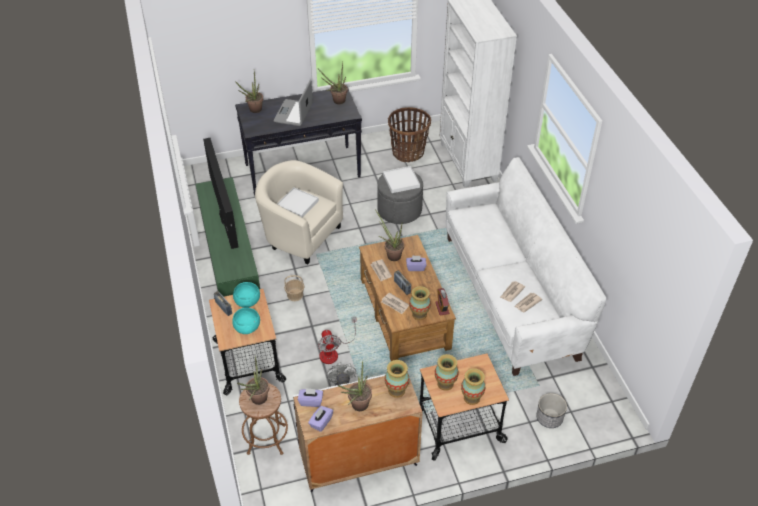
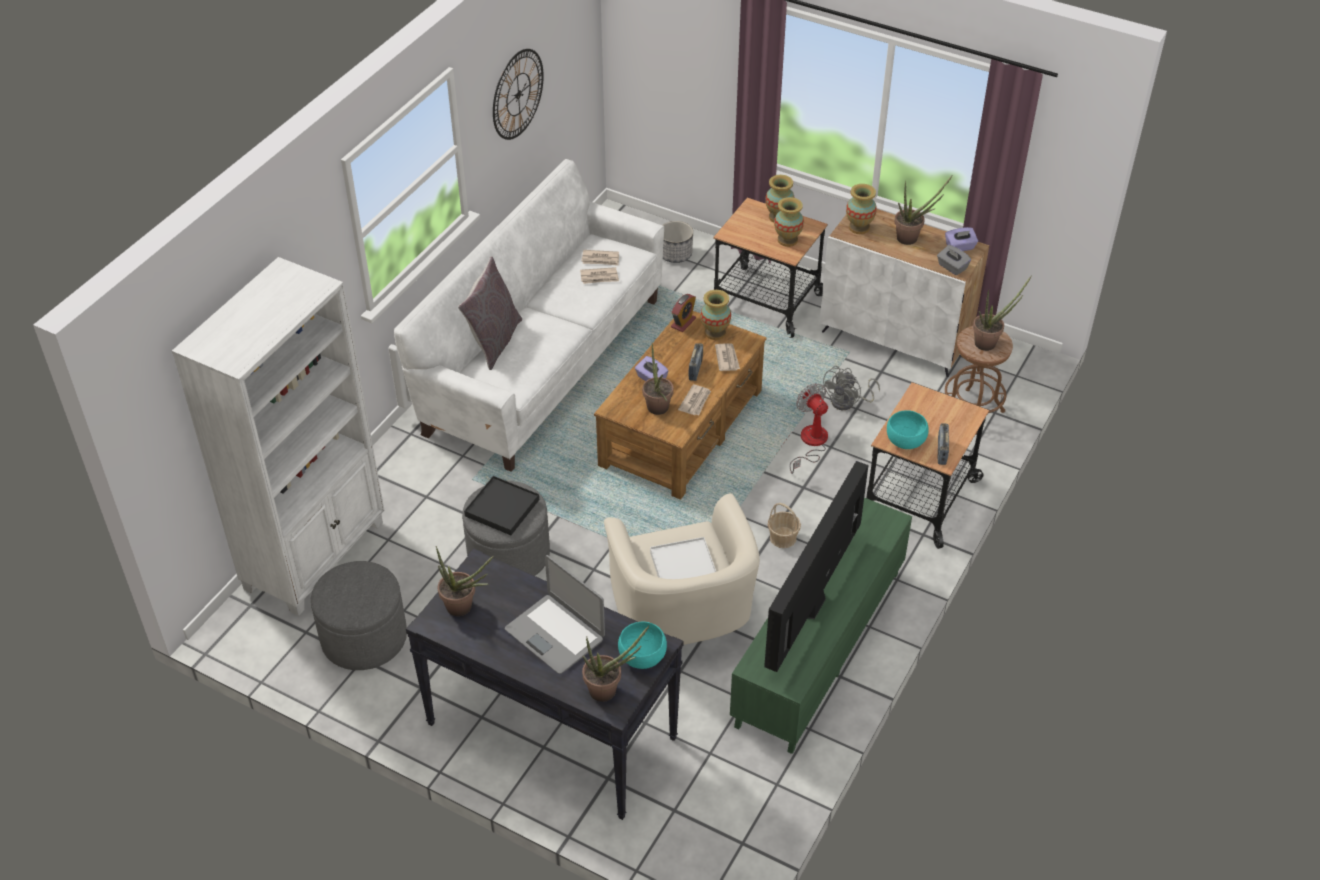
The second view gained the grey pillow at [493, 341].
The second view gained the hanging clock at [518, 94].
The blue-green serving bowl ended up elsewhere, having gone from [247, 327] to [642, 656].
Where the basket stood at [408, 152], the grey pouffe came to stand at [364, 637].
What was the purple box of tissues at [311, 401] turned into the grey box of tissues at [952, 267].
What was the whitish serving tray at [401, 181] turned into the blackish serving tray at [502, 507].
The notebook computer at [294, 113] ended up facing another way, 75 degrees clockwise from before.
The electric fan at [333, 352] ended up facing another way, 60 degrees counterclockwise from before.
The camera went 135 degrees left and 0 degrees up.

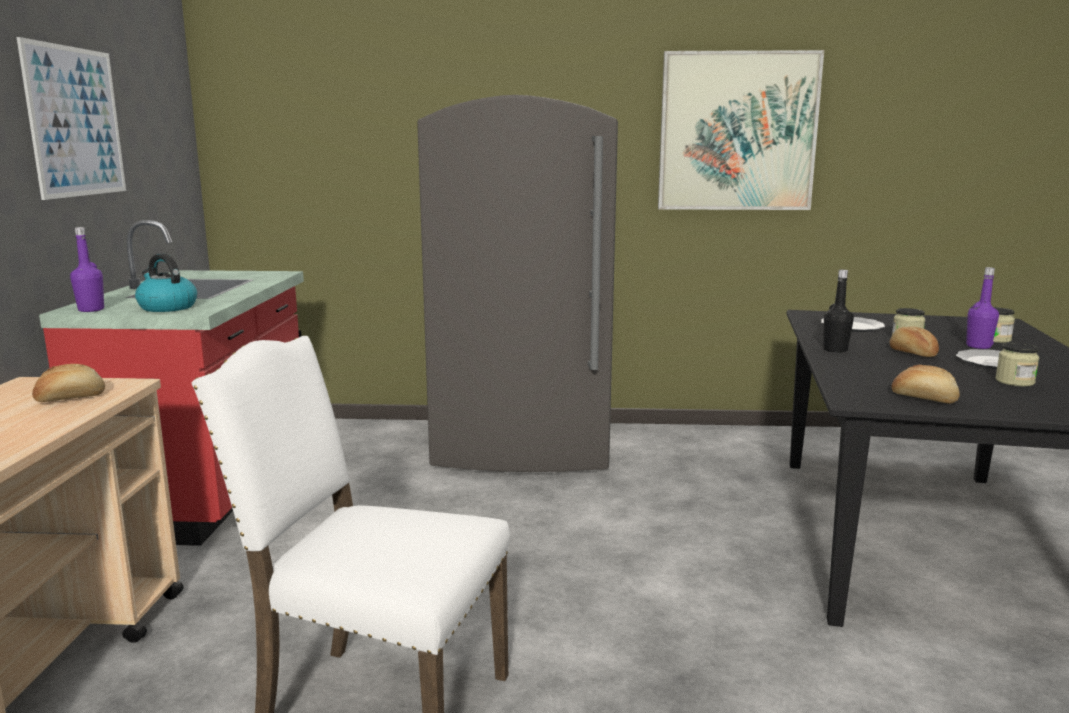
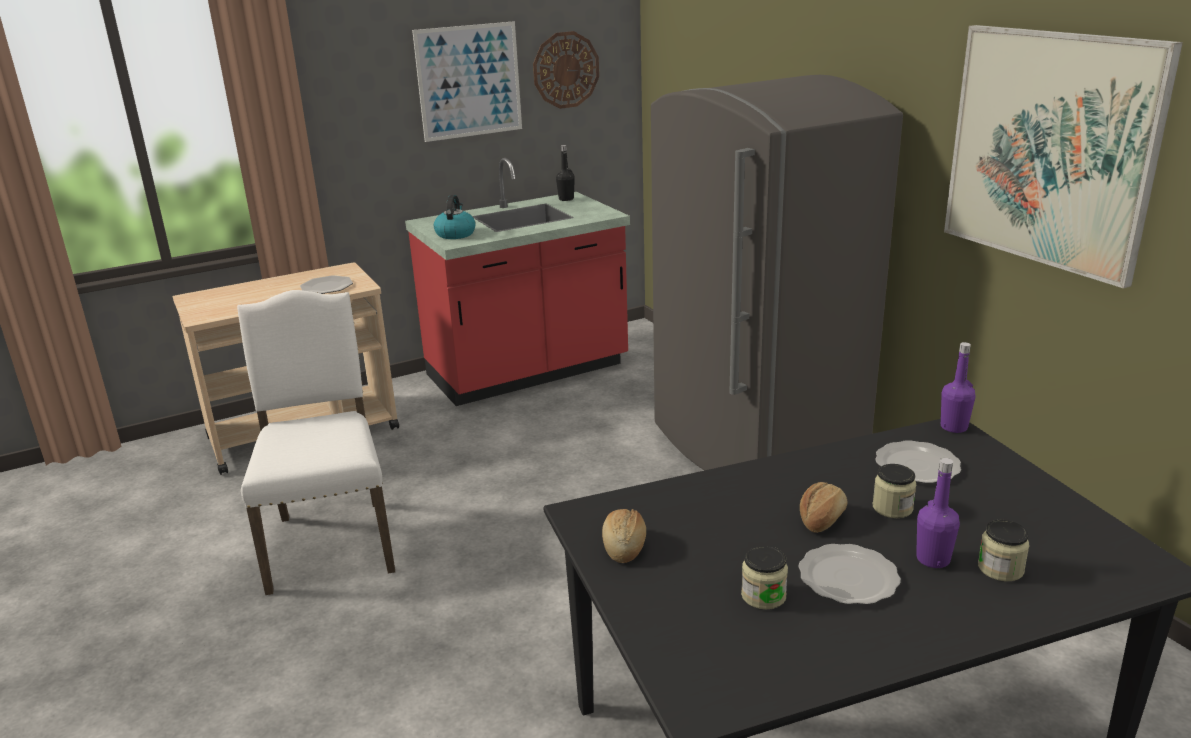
The second view gained the hanging clock at [566, 70].
The purple beverage bottle ended up elsewhere, having gone from [91, 310] to [954, 427].
The blackish beverage bottle ended up elsewhere, having gone from [835, 350] to [566, 199].
Where the baked bread stood at [70, 398], the dinner plate came to stand at [326, 287].
The camera went 60 degrees right and 10 degrees up.

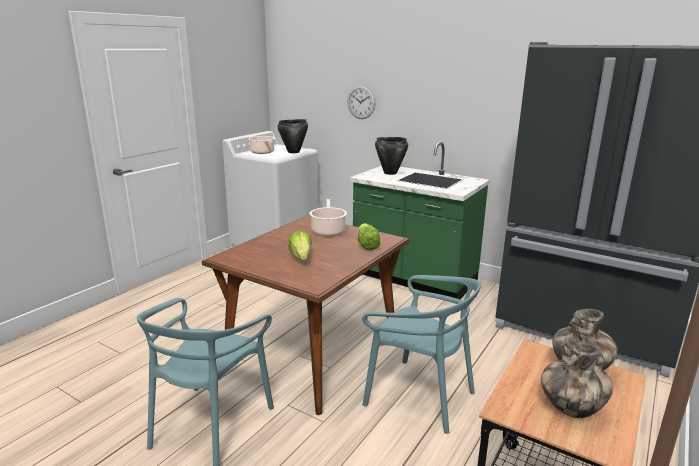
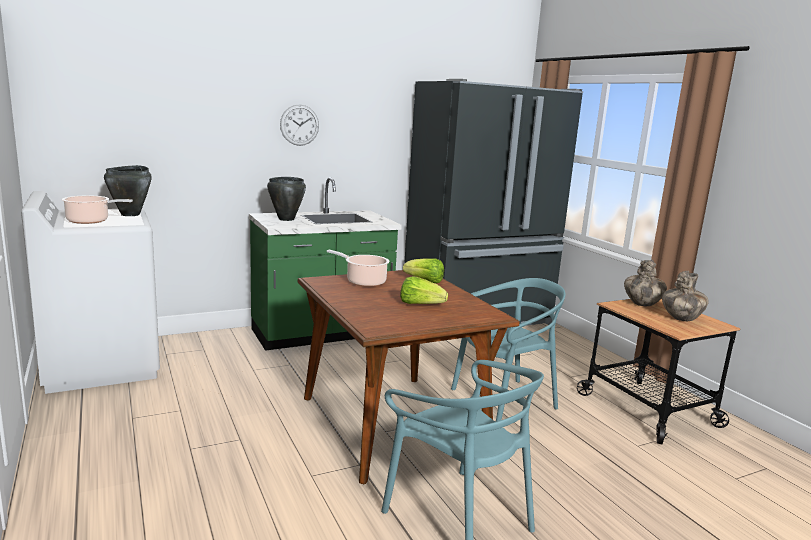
The hanging clock ended up elsewhere, having gone from [361, 102] to [299, 125].
The camera went 60 degrees left and 5 degrees down.

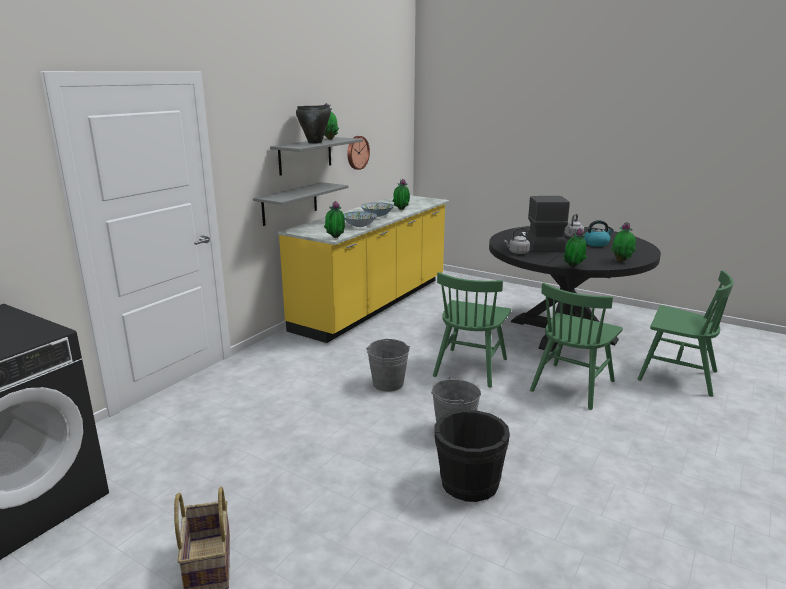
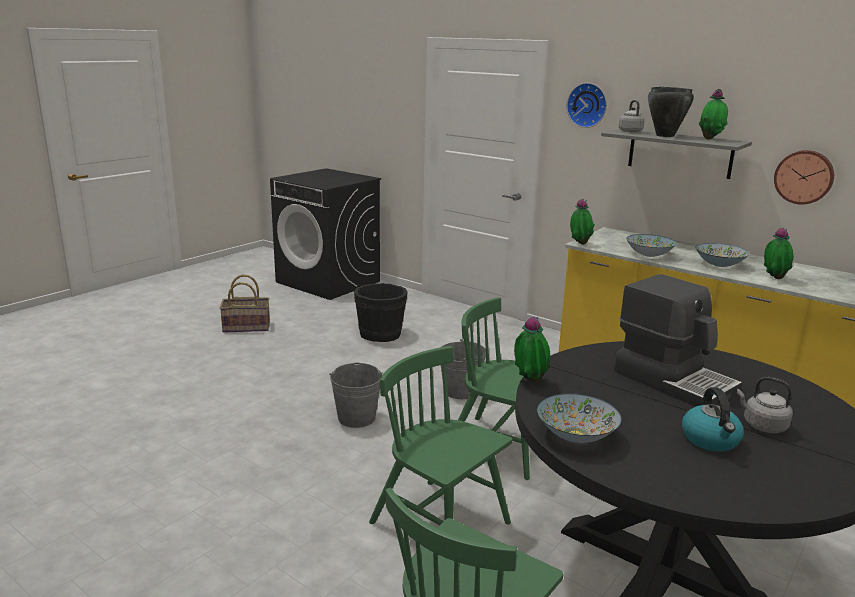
The second view lost the grey shelf at [290, 203].
The second view gained the hanging clock at [588, 105].
The blackish bucket ended up elsewhere, having gone from [468, 483] to [380, 334].
The grey kettle ended up elsewhere, having gone from [517, 252] to [629, 131].
Where the plant in a pot stood at [622, 261], the serving bowl came to stand at [576, 435].
The coffee machine at [541, 244] ended up facing another way, 45 degrees clockwise from before.
The camera went 95 degrees right and 0 degrees up.

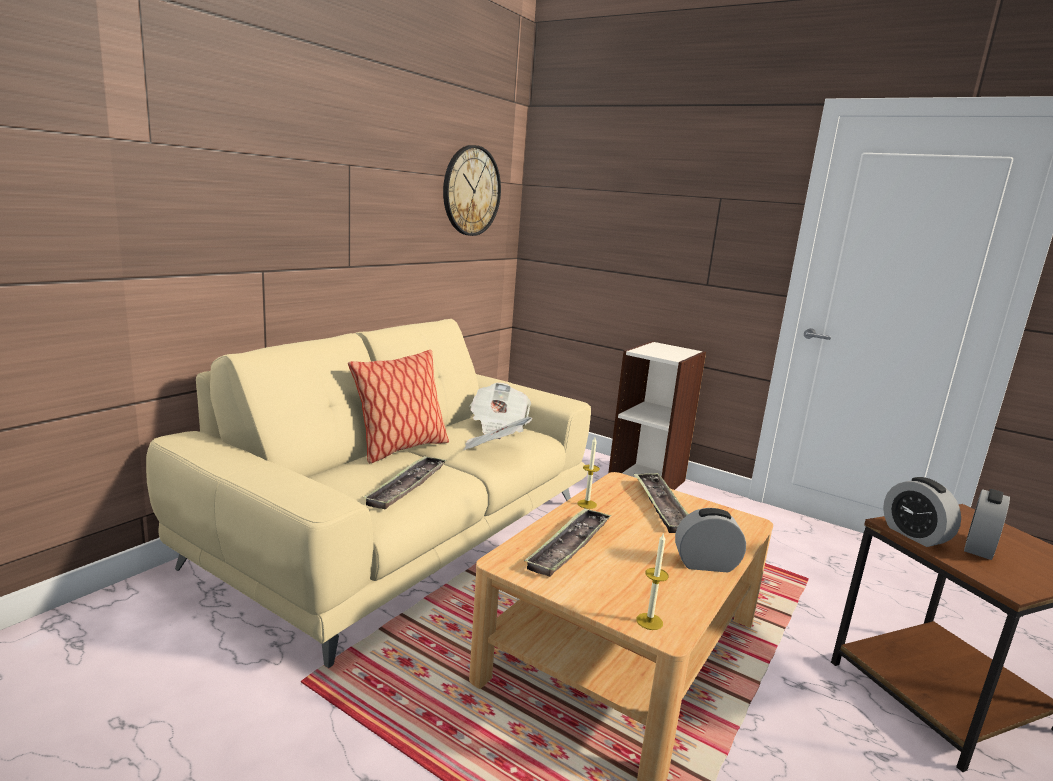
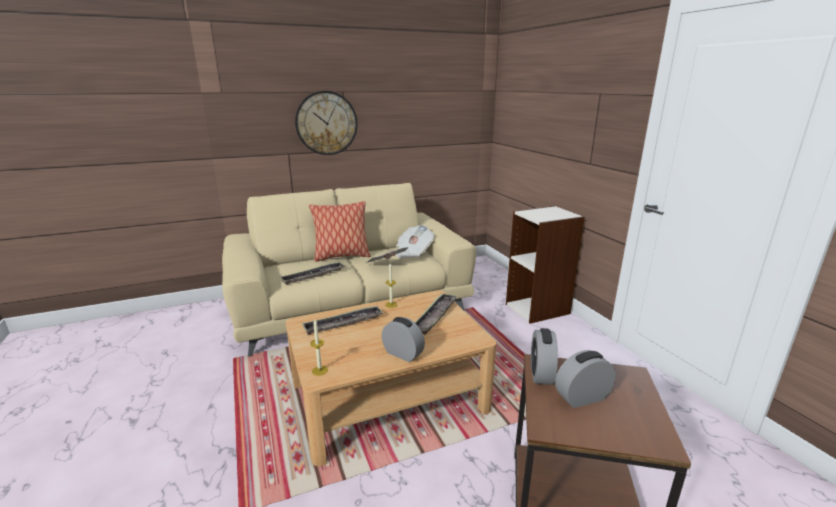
The hanging clock ended up elsewhere, having gone from [471, 191] to [326, 123].
The camera went 35 degrees right and 5 degrees up.

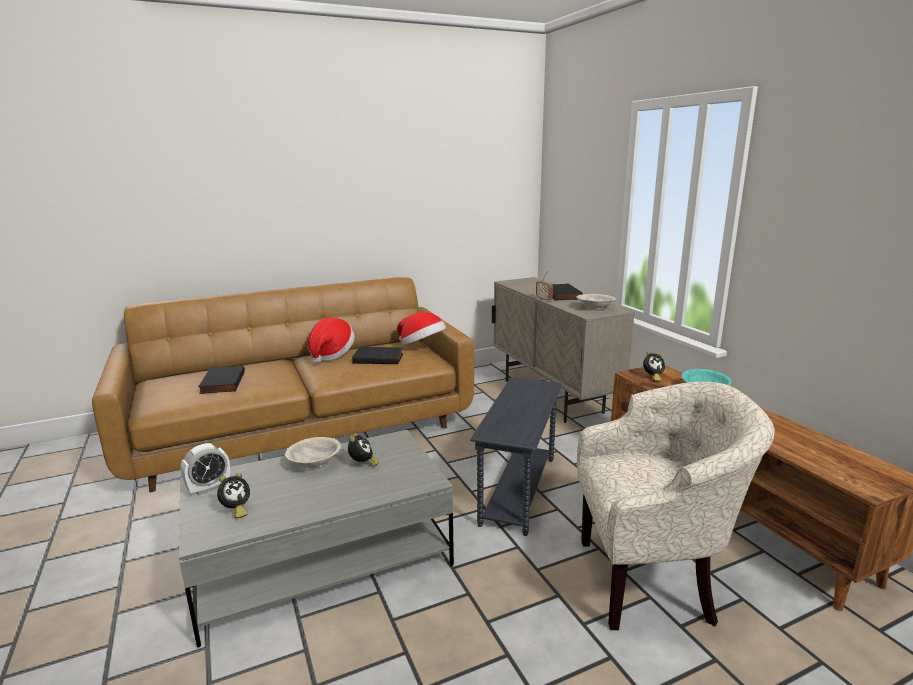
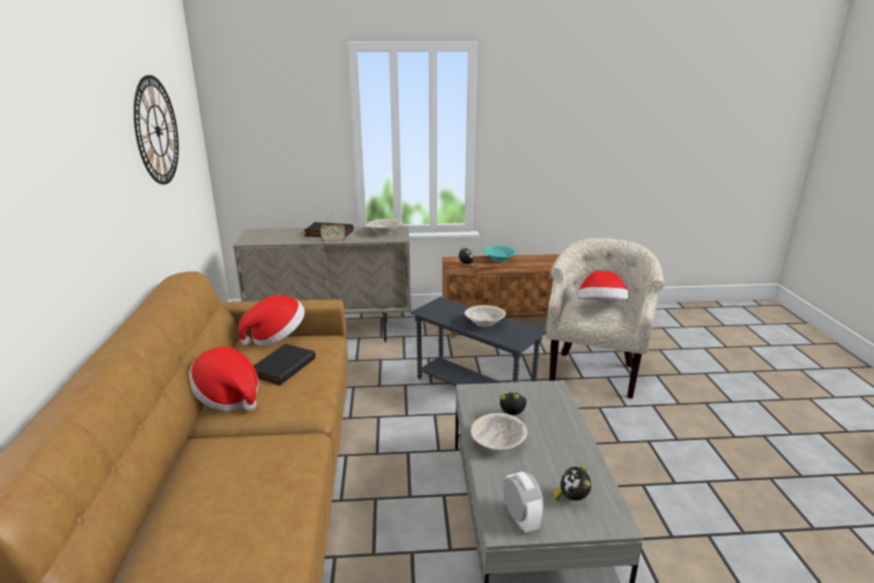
The second view lost the blackish book at [221, 383].
The second view gained the hanging clock at [157, 131].
The second view gained the beige serving bowl at [484, 324].
The second view gained the hat at [600, 308].
The bedside clock at [235, 510] ended up facing another way, 150 degrees counterclockwise from before.
The camera went 70 degrees left and 5 degrees up.

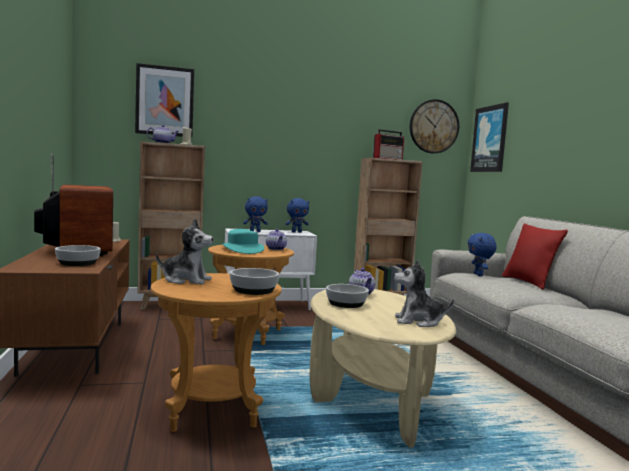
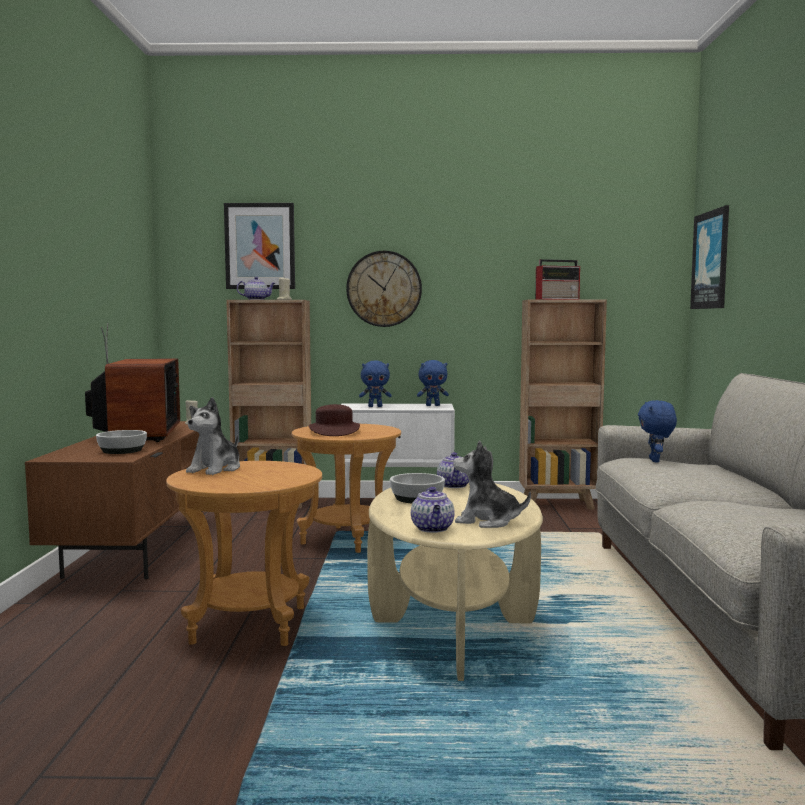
The second view lost the serving bowl at [253, 290].
The second view lost the reddish pillow at [528, 282].
The tea pot ended up elsewhere, having gone from [276, 249] to [433, 529].
The hanging clock ended up elsewhere, having gone from [434, 126] to [384, 289].
What was the blue-green hat at [242, 249] turned into the brown hat at [334, 431].
The soft toy at [186, 280] ended up facing another way, 90 degrees clockwise from before.
The camera went 15 degrees right and 0 degrees up.

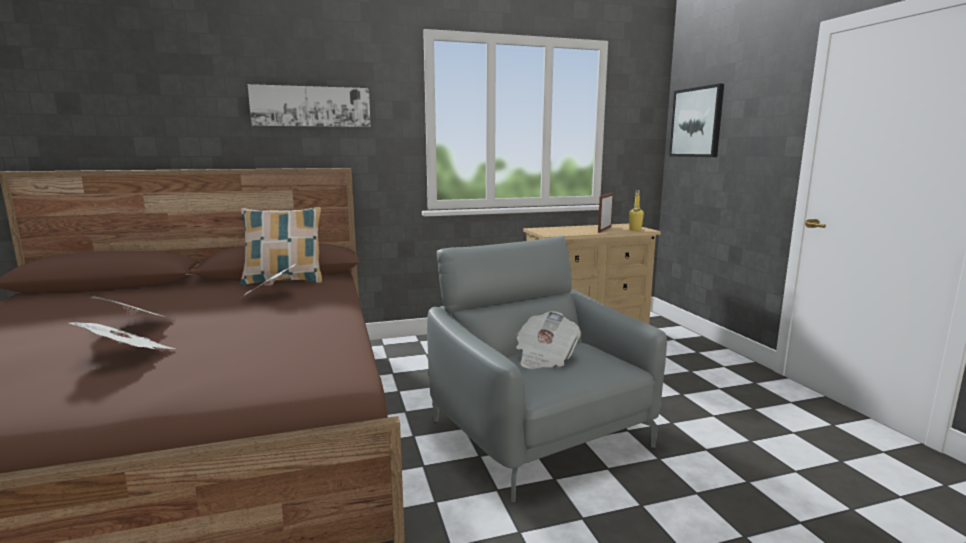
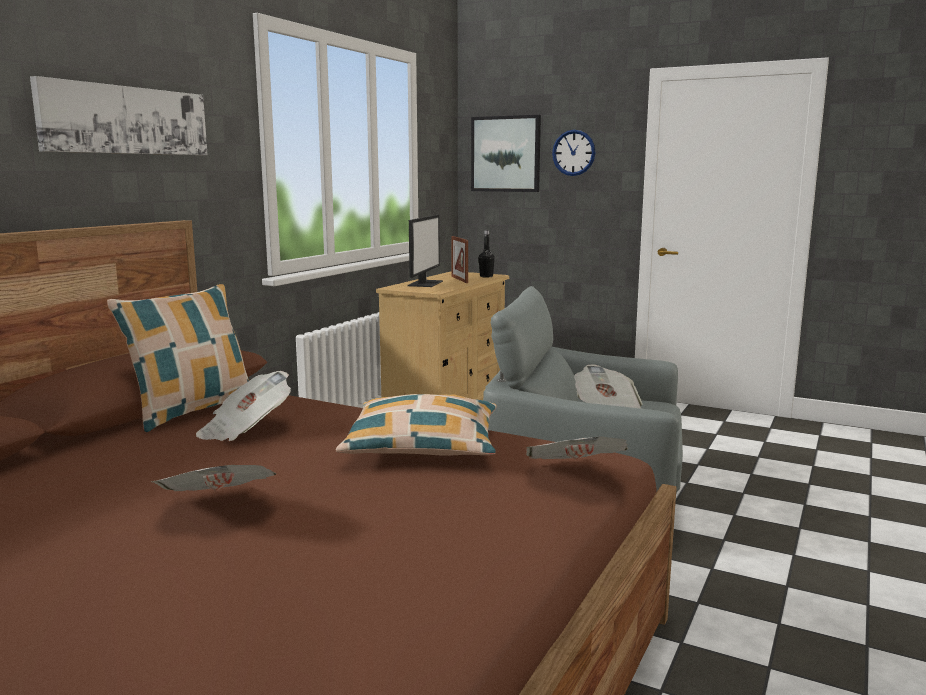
The second view gained the pillow at [423, 445].
The second view gained the computer display at [424, 283].
The second view gained the hanging clock at [573, 153].
The printed paper ended up elsewhere, having gone from [128, 357] to [574, 477].
What was the yellow beverage bottle at [635, 230] turned into the blackish beverage bottle at [486, 276].
The camera went 45 degrees left and 0 degrees up.

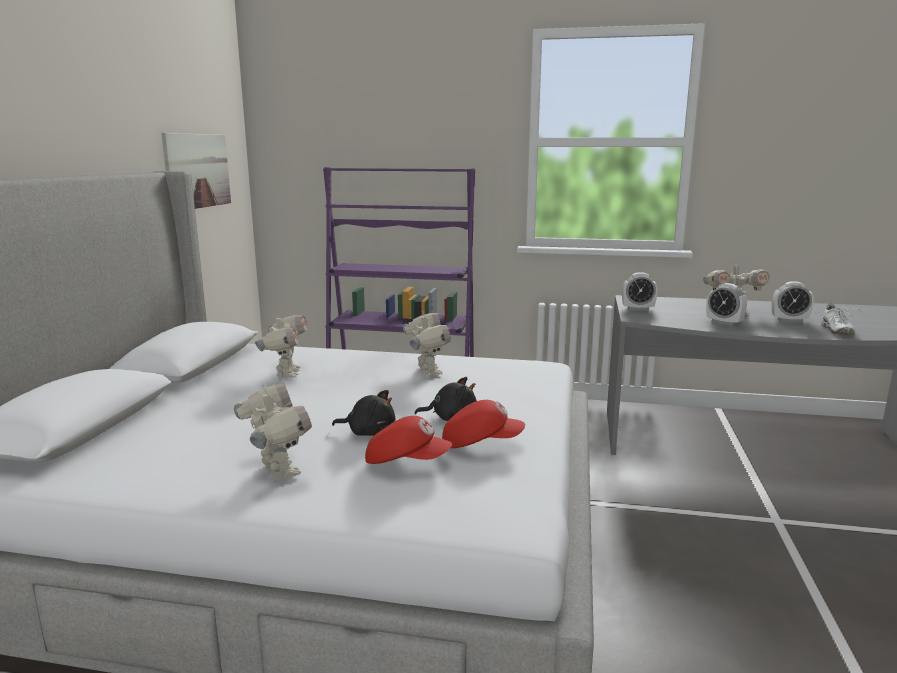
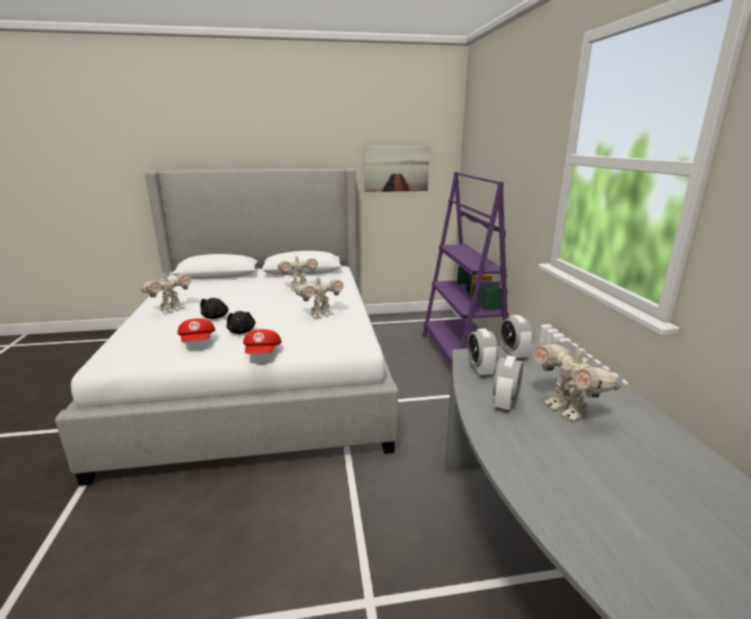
The second view lost the whitish low shoe at [836, 331].
The reddish cap ended up elsewhere, having gone from [407, 461] to [263, 353].
The bedside clock ended up elsewhere, having gone from [789, 320] to [480, 370].
The camera went 70 degrees right and 5 degrees up.

